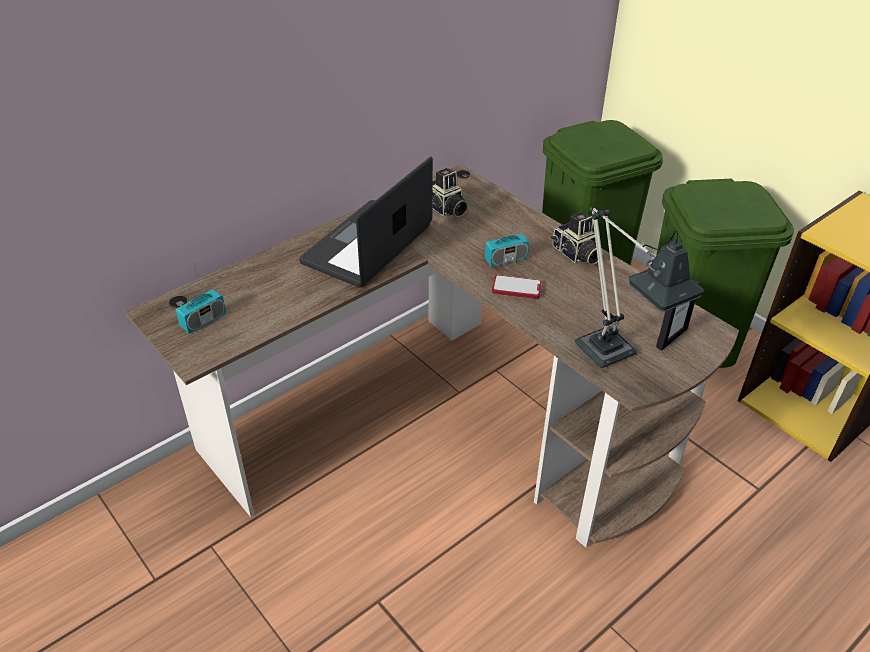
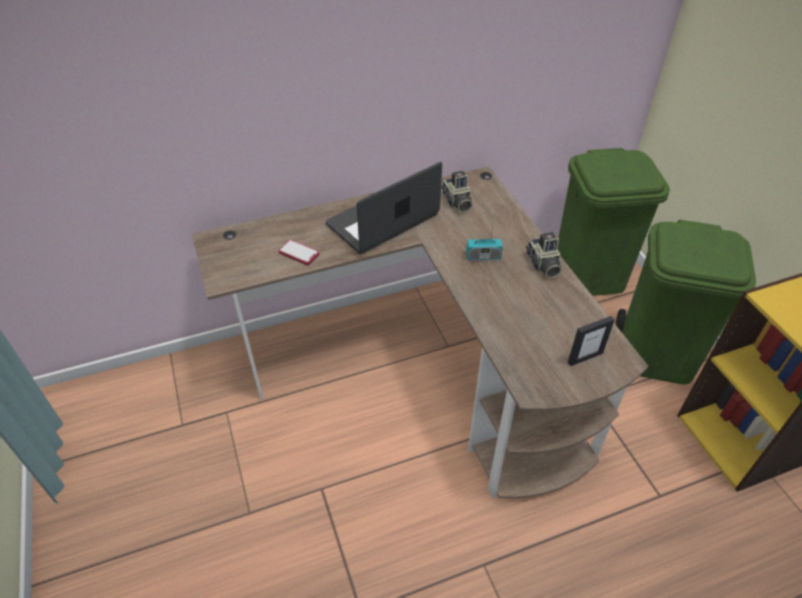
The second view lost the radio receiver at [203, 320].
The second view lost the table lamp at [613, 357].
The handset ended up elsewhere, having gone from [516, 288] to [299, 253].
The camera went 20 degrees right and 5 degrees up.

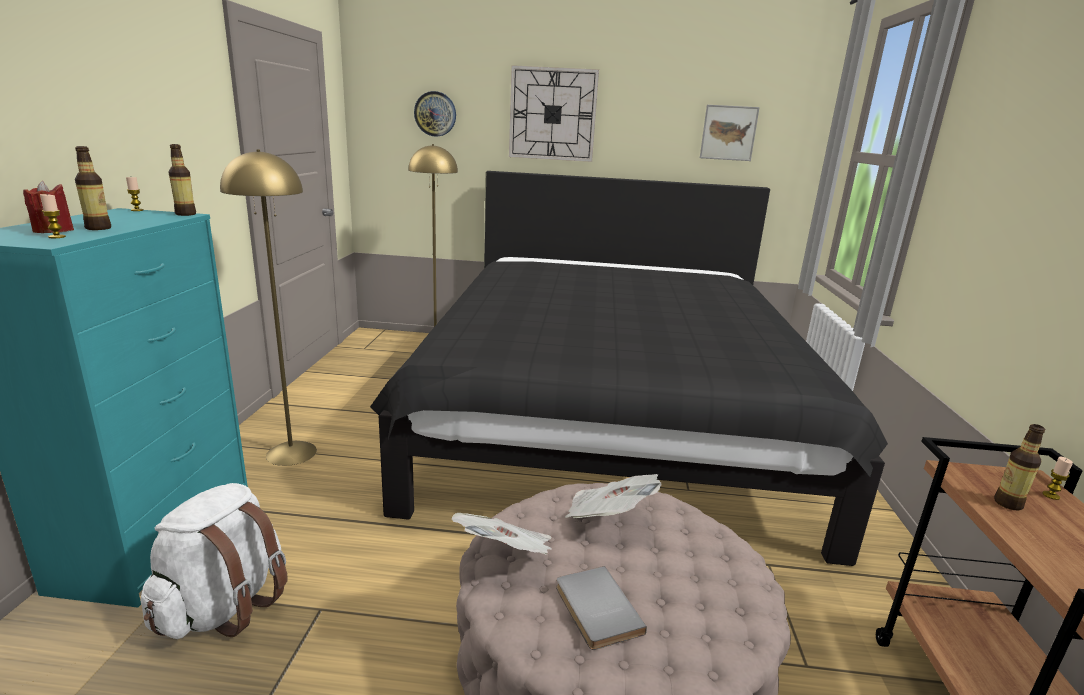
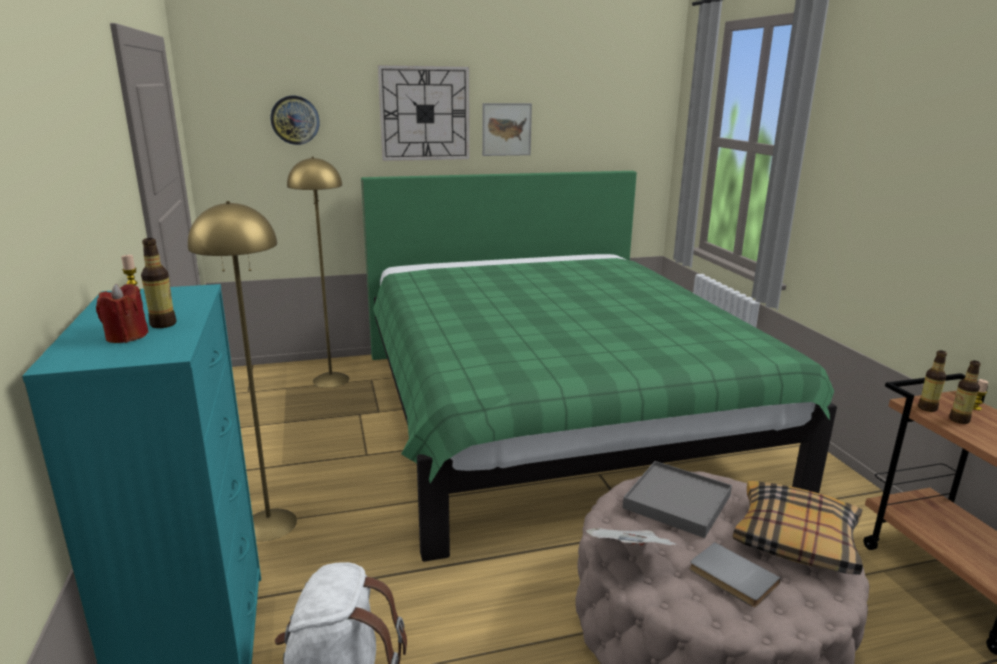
The second view lost the wax light at [57, 237].
The second view gained the pillow at [795, 539].
The beverage bottle ended up elsewhere, having gone from [185, 214] to [927, 408].
The picture ended up elsewhere, having gone from [728, 133] to [506, 129].
Where the printed paper stood at [608, 516], the grey serving tray came to stand at [676, 502].
What was the blackish sleeping bed at [608, 418] turned into the greenish sleeping bed at [551, 414].
The camera went 20 degrees left and 0 degrees up.

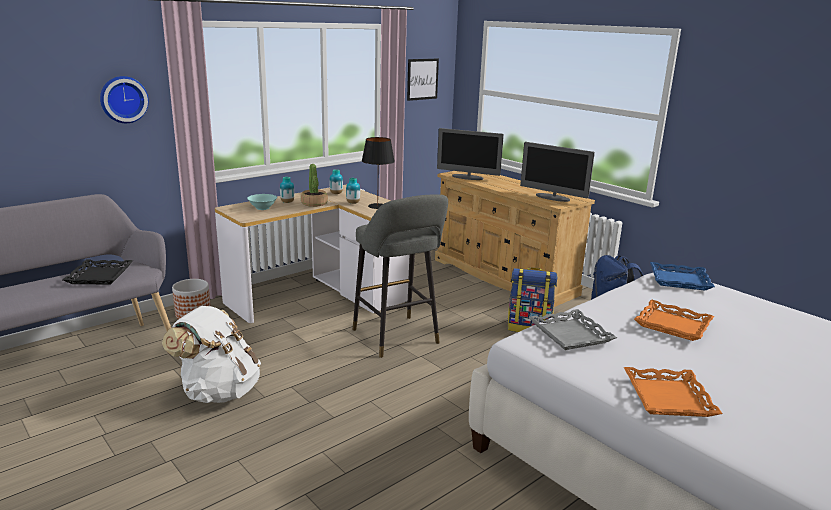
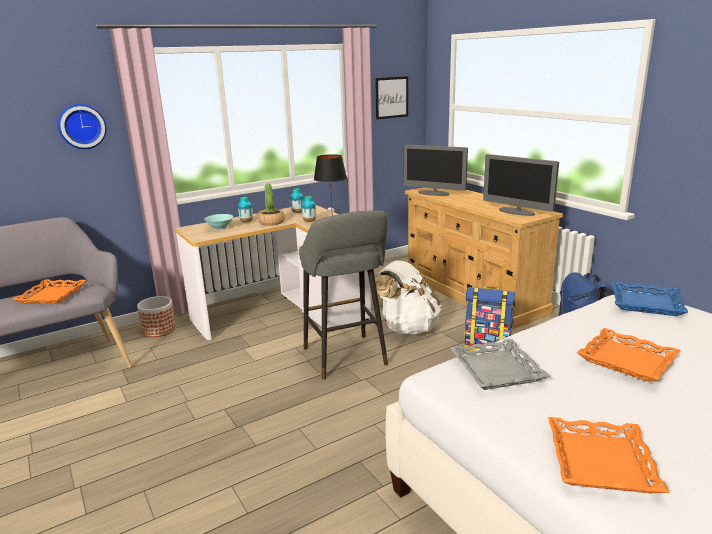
The whitish backpack ended up elsewhere, having gone from [219, 391] to [407, 328].
What was the blackish serving tray at [99, 276] turned into the orange serving tray at [51, 295].
The camera went 10 degrees right and 0 degrees up.

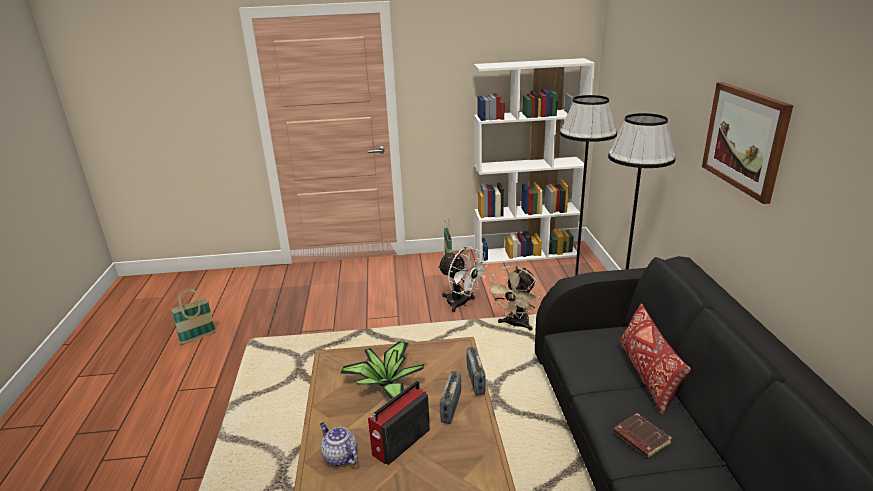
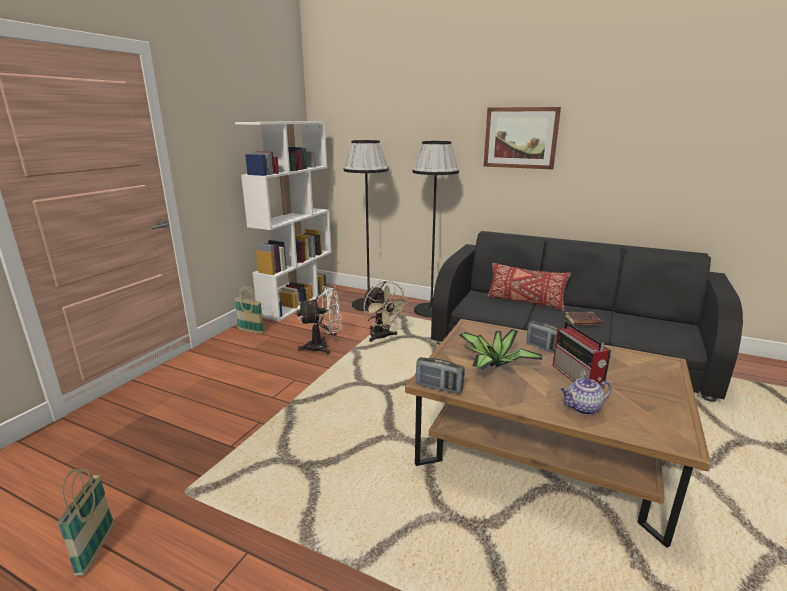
The radio receiver ended up elsewhere, having gone from [475, 381] to [439, 387].
The camera went 60 degrees left and 5 degrees down.

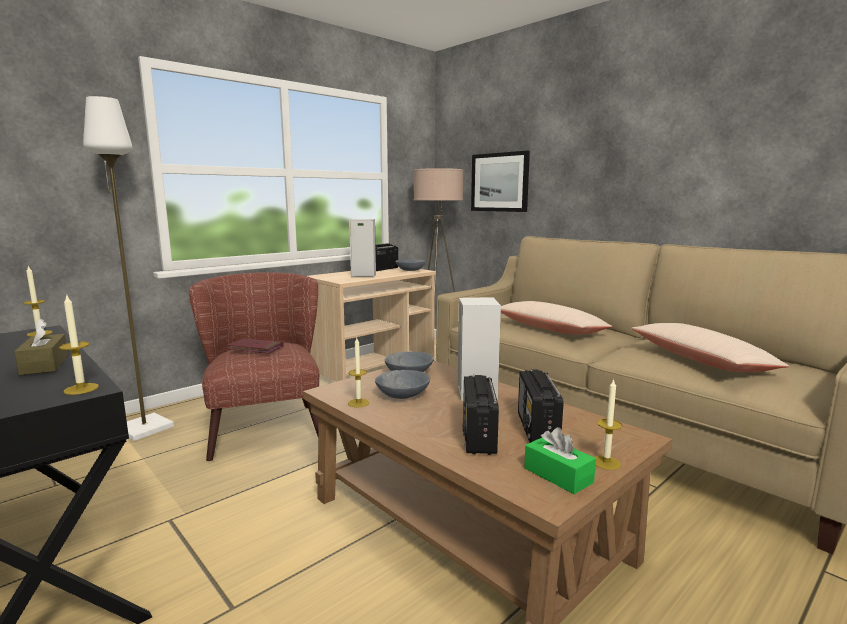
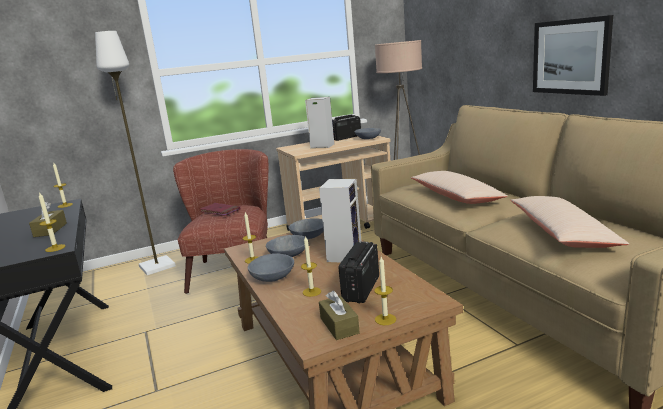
The second view gained the grey serving bowl at [273, 277].
The picture ended up elsewhere, having gone from [499, 182] to [570, 57].
Where the radio receiver stood at [478, 437], the wax light came to stand at [312, 292].
What was the greenish box of tissues at [558, 475] turned into the brown box of tissues at [339, 325].
The camera went 20 degrees right and 5 degrees up.

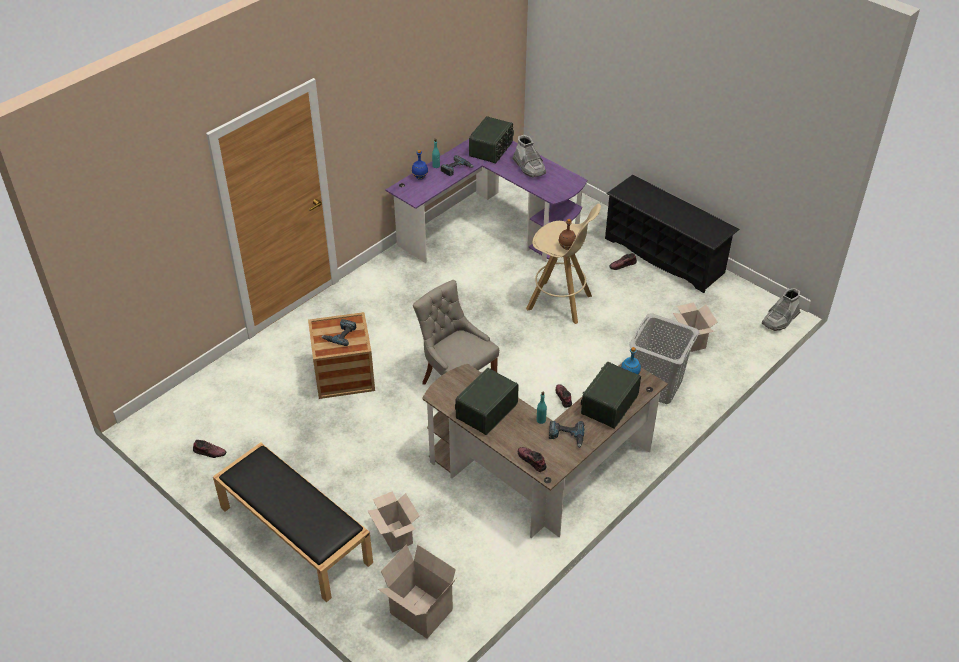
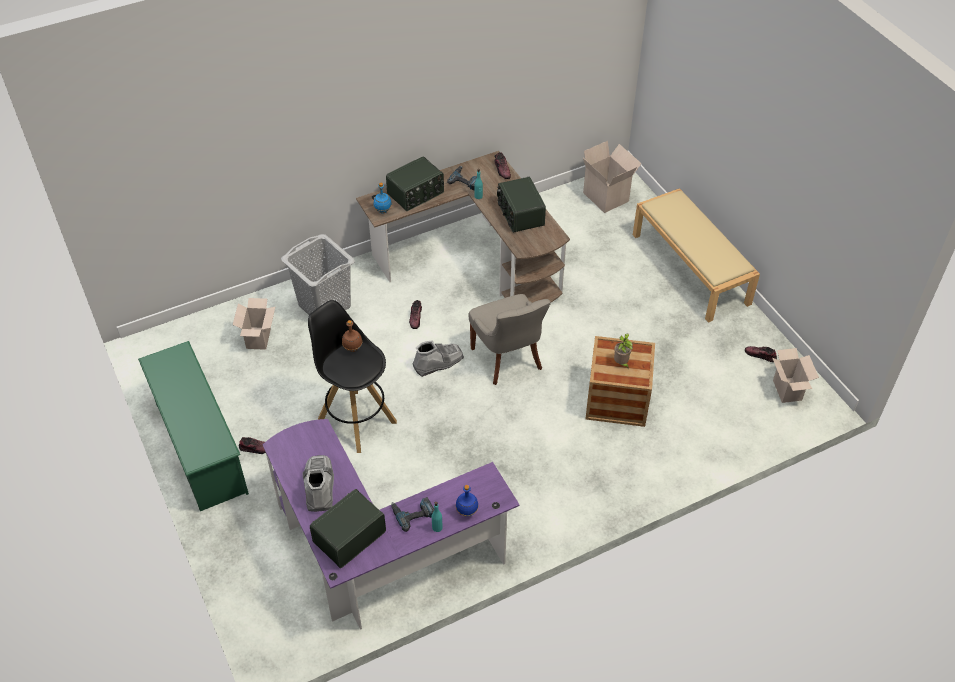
The cardboard box ended up elsewhere, having gone from [394, 536] to [788, 391].
The grey high-top boot ended up elsewhere, having gone from [780, 319] to [438, 362].
Where the electric drill stood at [340, 335], the plant in a pot came to stand at [621, 363].
What was the blackish bench at [294, 534] turned into the beige bench at [691, 269].
What was the beige sitting stool at [560, 302] turned into the blackish sitting stool at [356, 420].
What was the blackish shoe rack at [665, 256] turned into the greenish shoe rack at [200, 447].
The radio receiver at [486, 410] ended up facing another way, 105 degrees clockwise from before.
The camera went 160 degrees left and 5 degrees up.

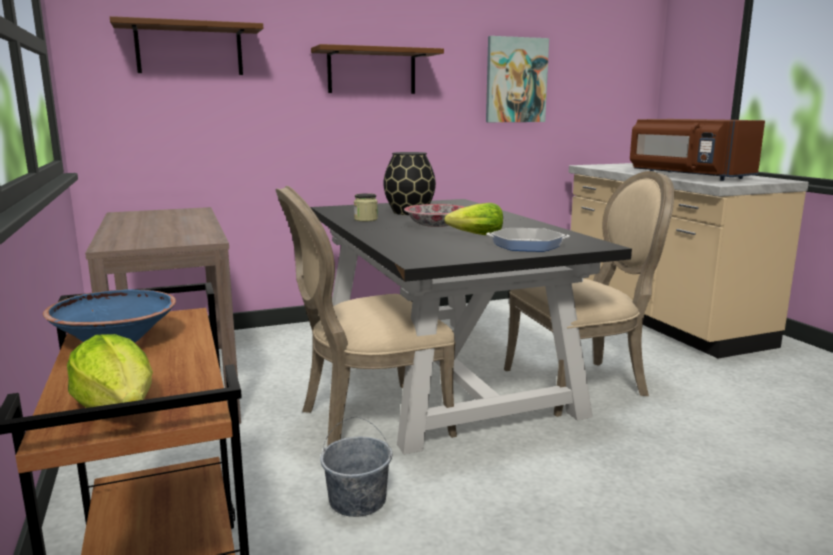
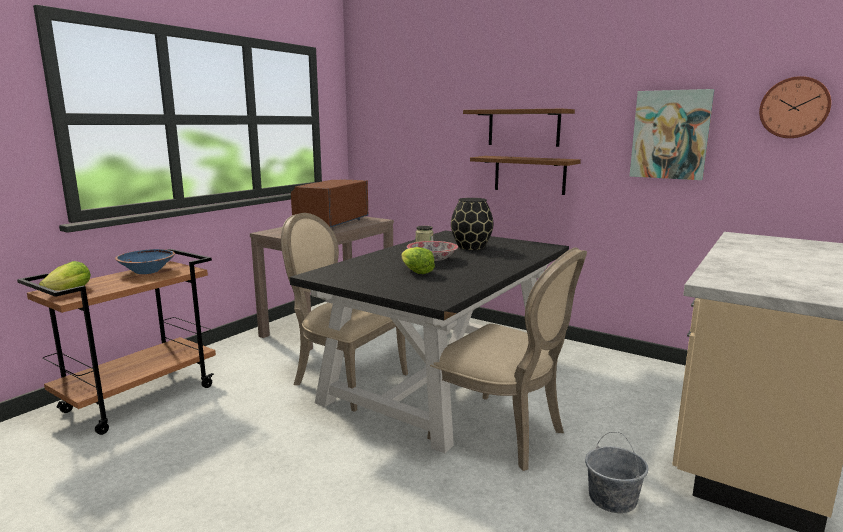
The second view lost the frying pan at [527, 245].
The second view gained the hanging clock at [794, 107].
The brown shelf ended up elsewhere, having gone from [189, 49] to [529, 174].
The grey bucket ended up elsewhere, having gone from [357, 500] to [612, 498].
The brown kitchen microwave ended up elsewhere, having gone from [687, 176] to [331, 223].
The camera went 55 degrees right and 0 degrees up.

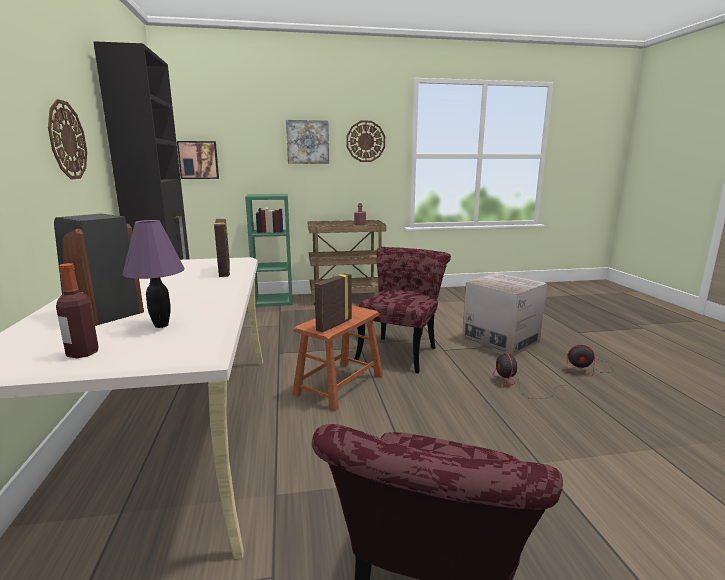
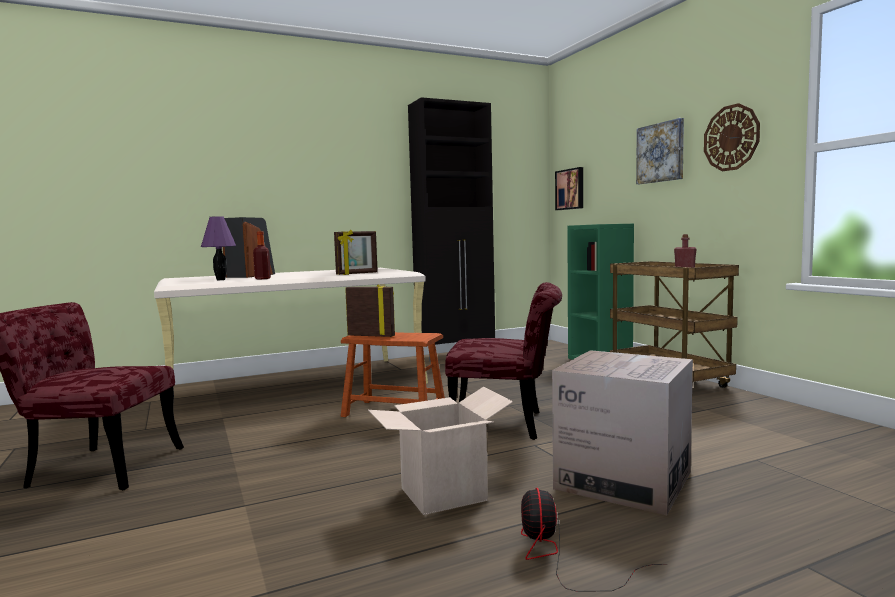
The second view lost the hanging clock at [67, 140].
The beverage bottle ended up elsewhere, having gone from [83, 353] to [262, 278].
Where the electric fan stood at [518, 385], the cardboard box came to stand at [443, 494].
The camera went 75 degrees right and 10 degrees down.

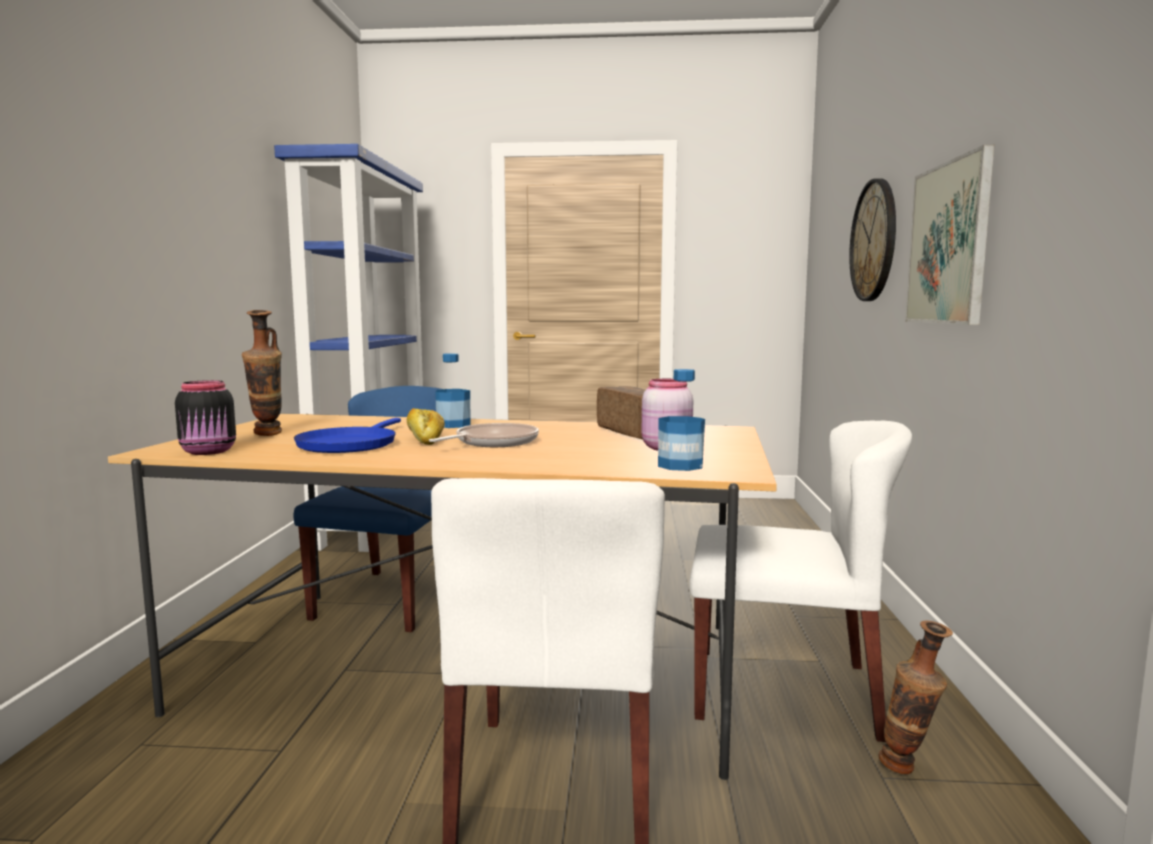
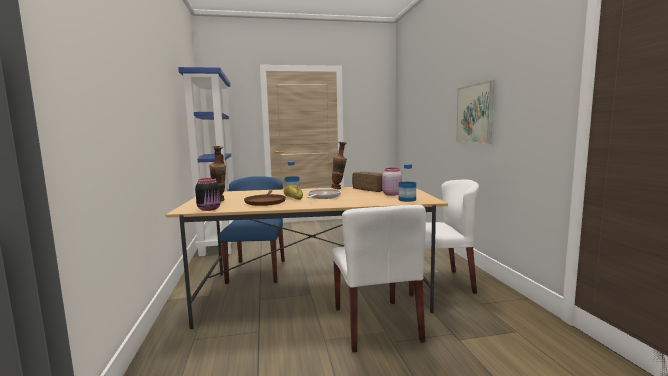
The second view lost the hanging clock at [874, 241].
The vase ended up elsewhere, having gone from [908, 770] to [339, 189].
What was the blue-coloured frying pan at [349, 444] turned into the brown frying pan at [265, 202].
The camera went 15 degrees left and 0 degrees up.

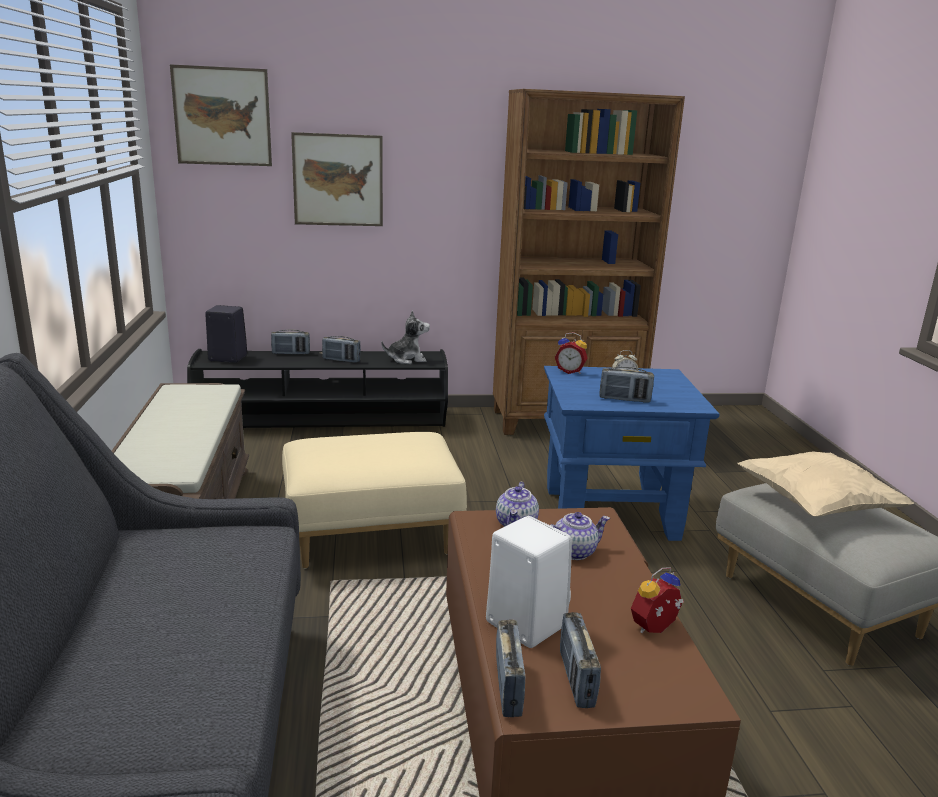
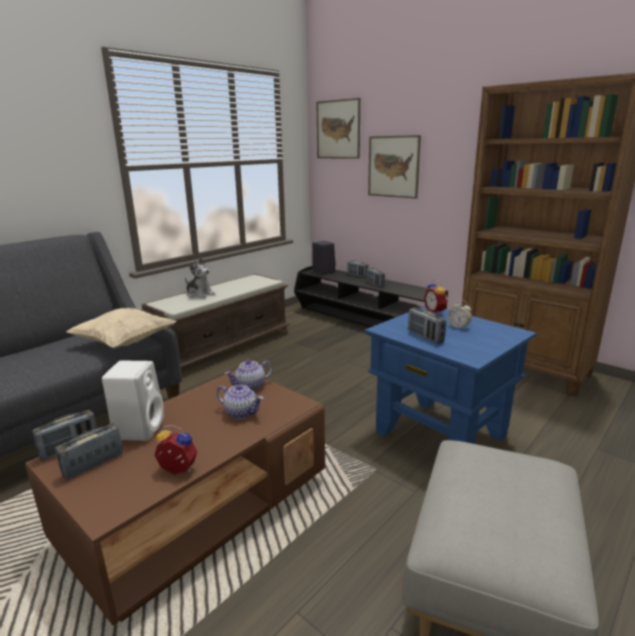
The second view lost the beige pouffe at [372, 536].
The soft toy ended up elsewhere, having gone from [407, 359] to [200, 294].
The beige pillow ended up elsewhere, having gone from [816, 507] to [125, 343].
The camera went 50 degrees right and 0 degrees up.

